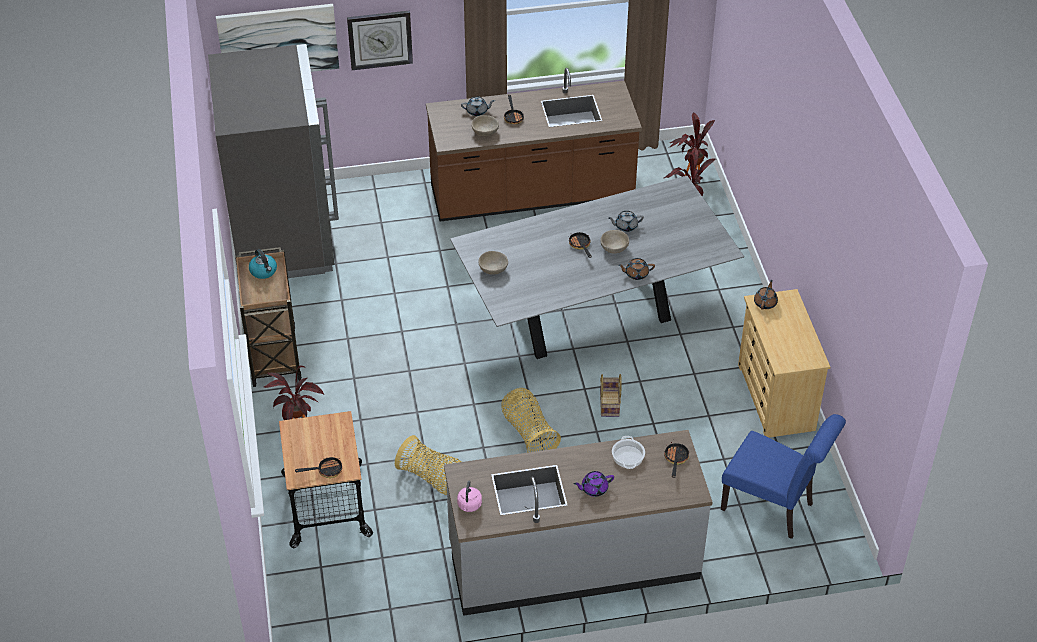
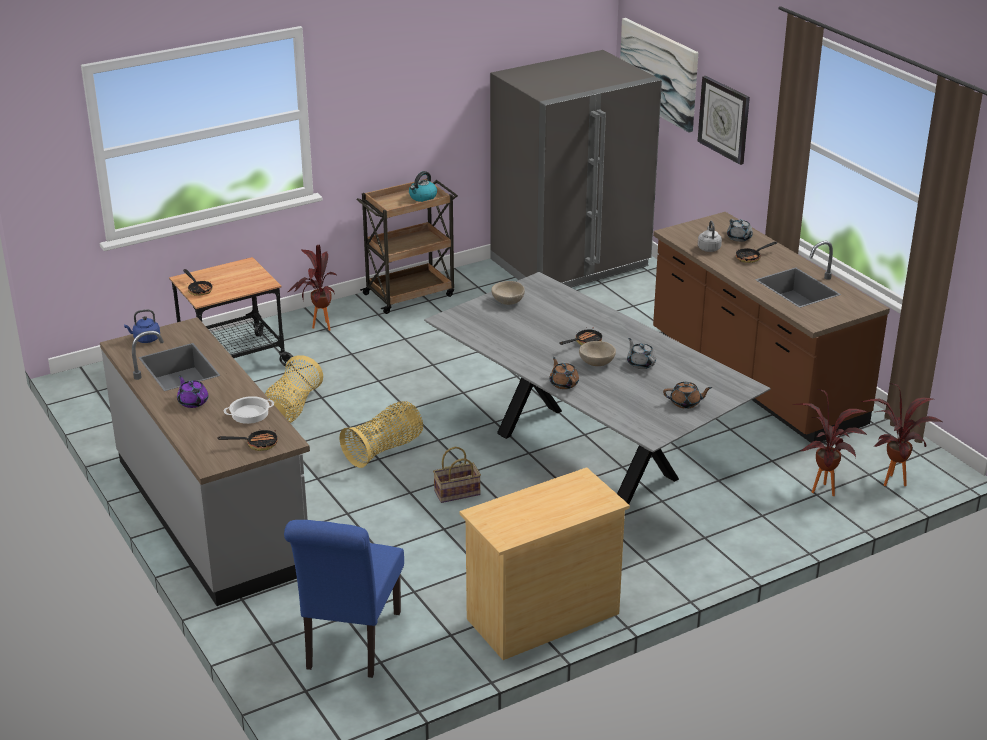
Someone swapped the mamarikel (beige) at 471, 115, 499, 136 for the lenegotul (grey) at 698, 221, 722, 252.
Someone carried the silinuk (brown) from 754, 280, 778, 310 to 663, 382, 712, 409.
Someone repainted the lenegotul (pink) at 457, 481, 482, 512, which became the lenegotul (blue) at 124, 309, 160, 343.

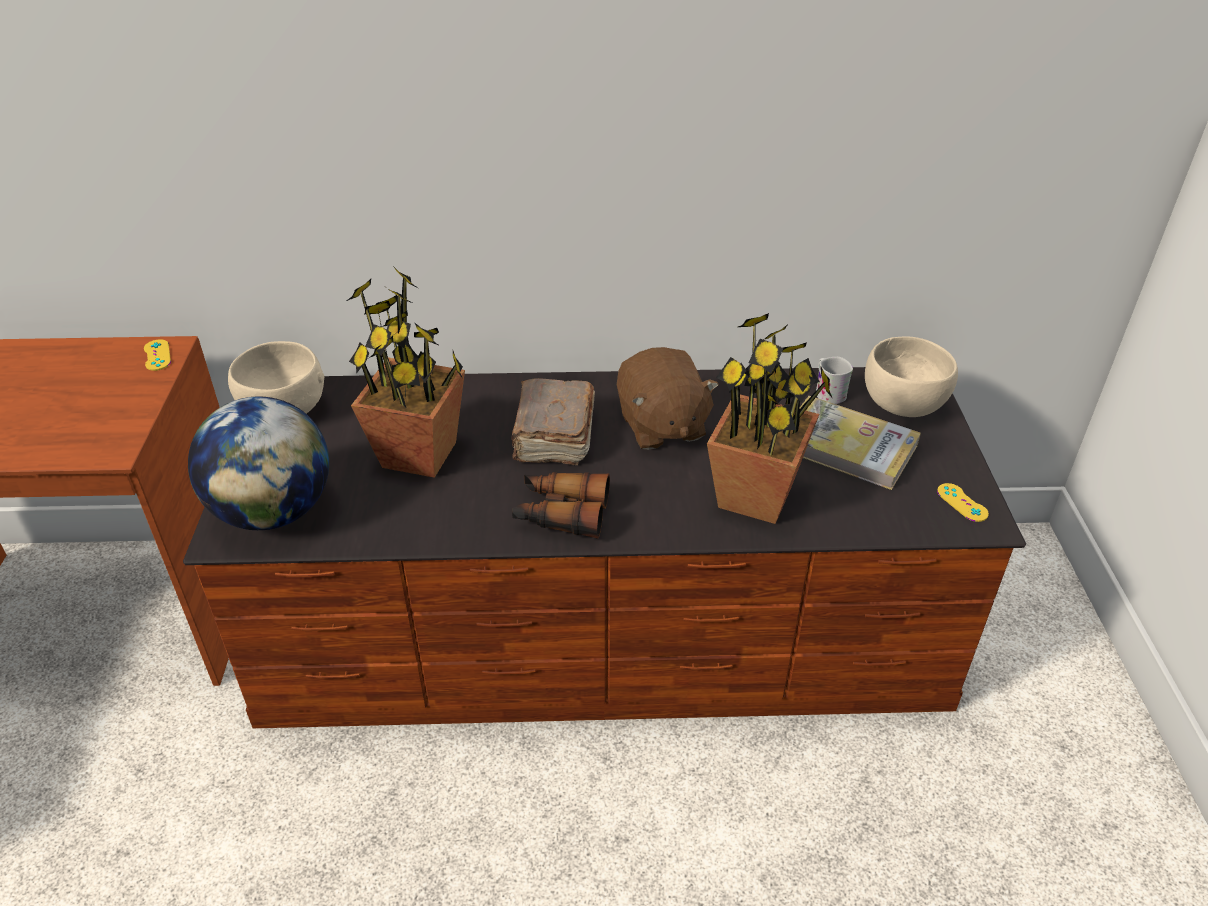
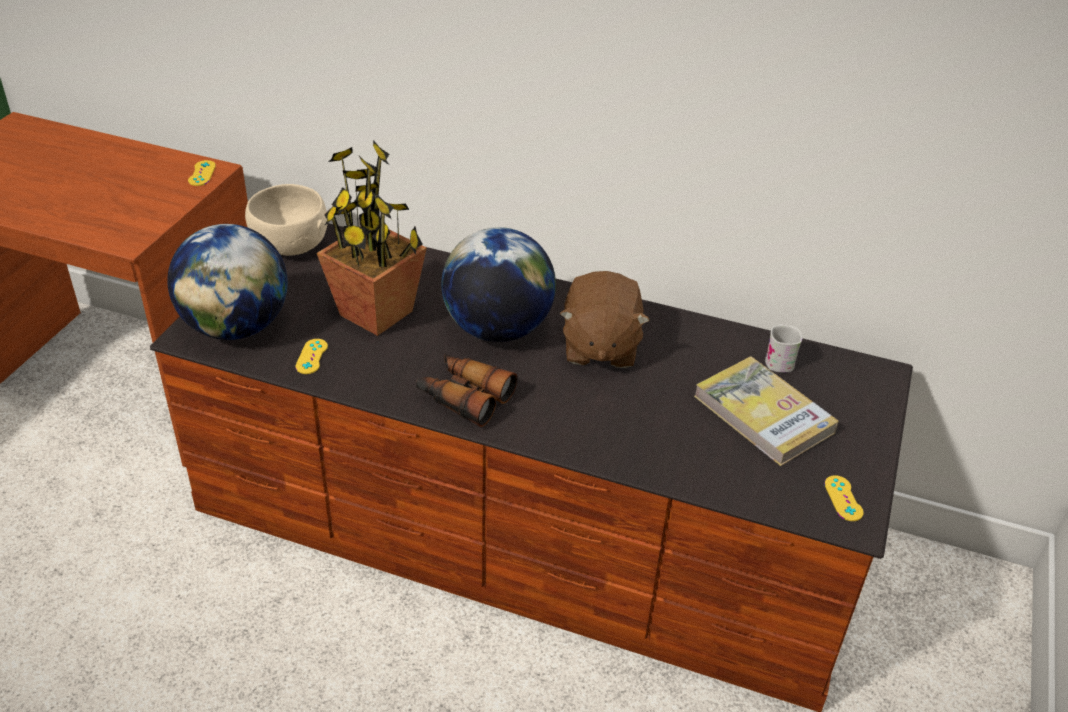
Someone took away the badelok at 707, 313, 833, 524.
Someone took away the mamarikel (beige) at 865, 337, 958, 417.
Someone swapped the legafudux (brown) at 512, 378, 595, 465 for the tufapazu at 441, 227, 556, 342.
Someone put down the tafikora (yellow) at 295, 339, 328, 374.

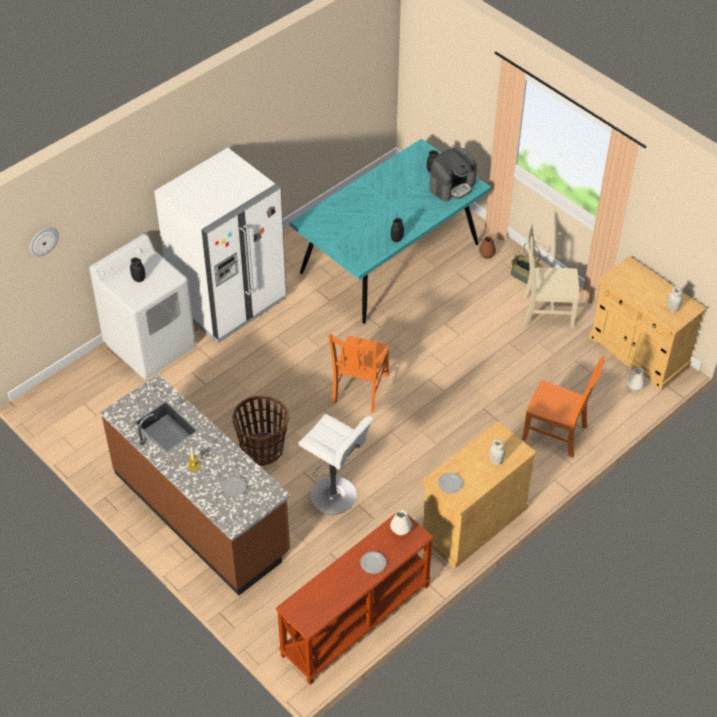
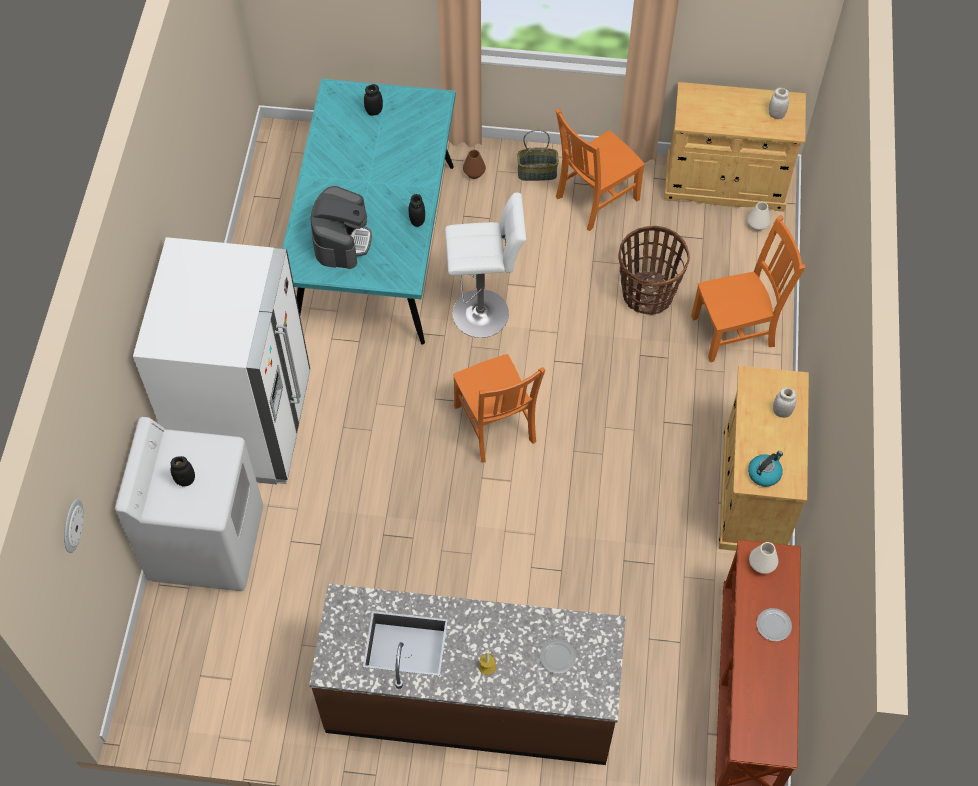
Someone carried the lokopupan from 429, 147, 477, 202 to 311, 186, 372, 269.
Someone repainted the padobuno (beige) at 522, 223, 579, 328, which became the padobuno (orange) at 556, 109, 645, 231.
Someone carried the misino from 232, 395, 289, 466 to 619, 226, 690, 315.
Someone carried the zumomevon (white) from 298, 414, 374, 515 to 445, 192, 526, 338.
Someone swapped the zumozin at 438, 473, 463, 493 for the lenegotul at 748, 451, 783, 487.

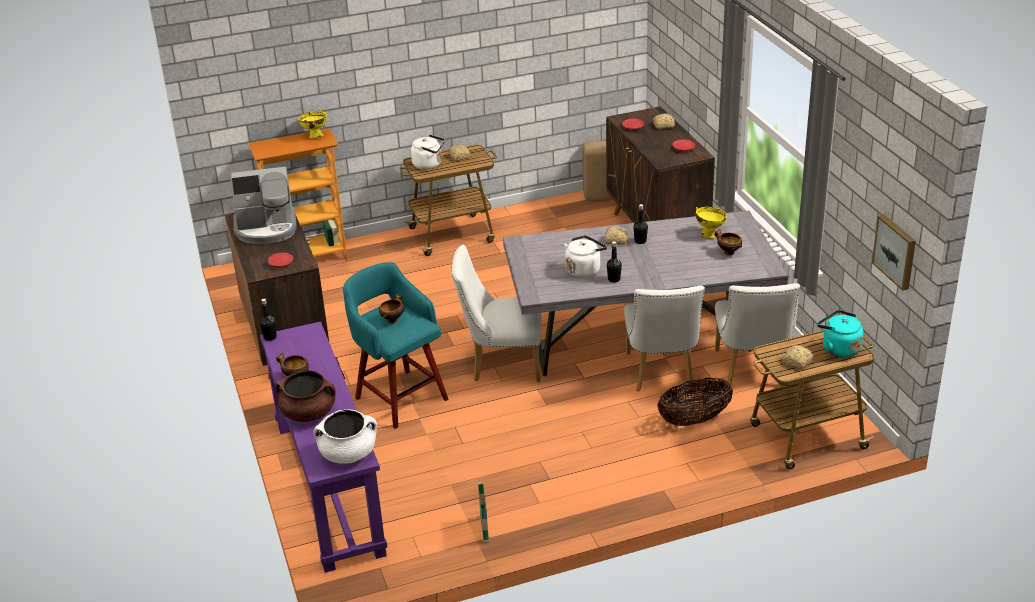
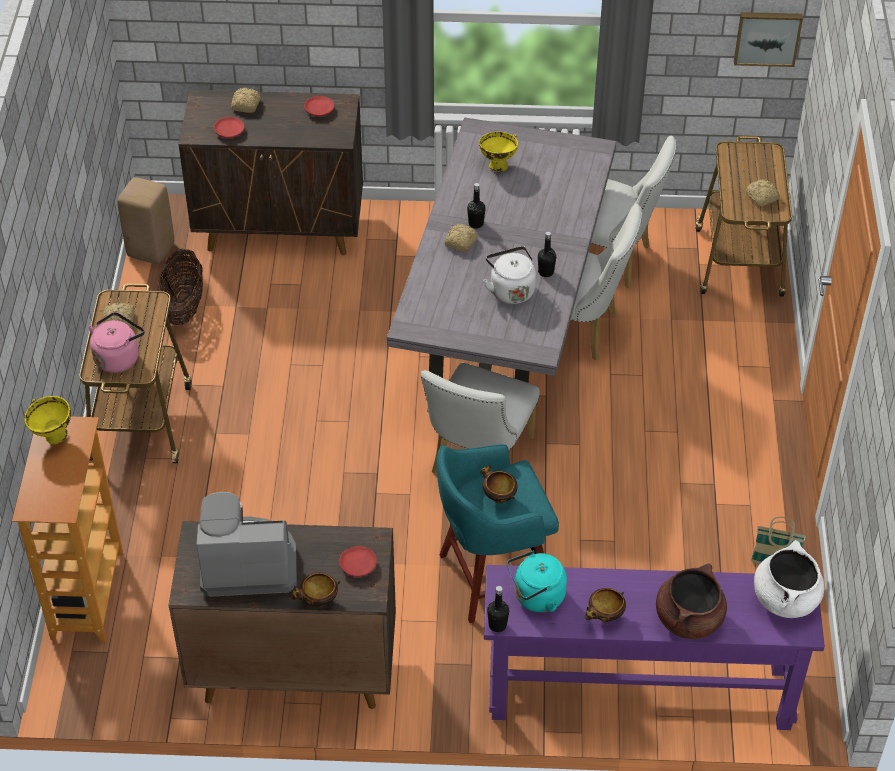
Someone repainted the lenegotul (white) at 411, 135, 445, 170, which became the lenegotul (pink) at 88, 312, 145, 373.
Someone rotated the lokopupan at 231, 167, 297, 244 by 105 degrees counterclockwise.
Someone carried the mamarikel from 714, 229, 742, 256 to 291, 573, 341, 607.
Someone carried the lenegotul (turquoise) from 817, 310, 863, 358 to 507, 551, 567, 612.
Someone carried the misino from 657, 378, 733, 426 to 158, 249, 203, 325.

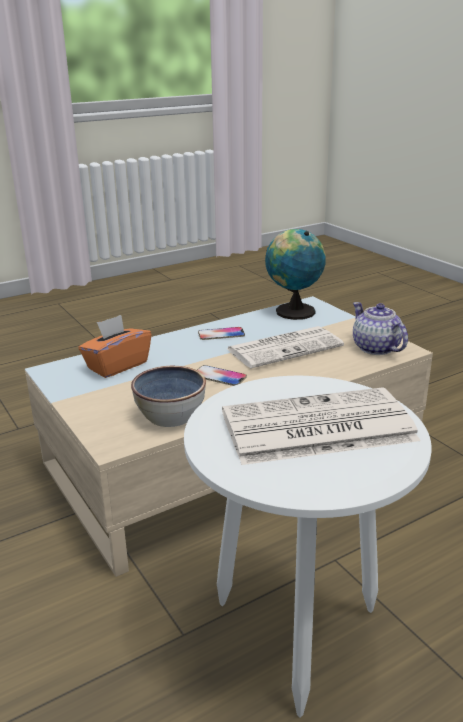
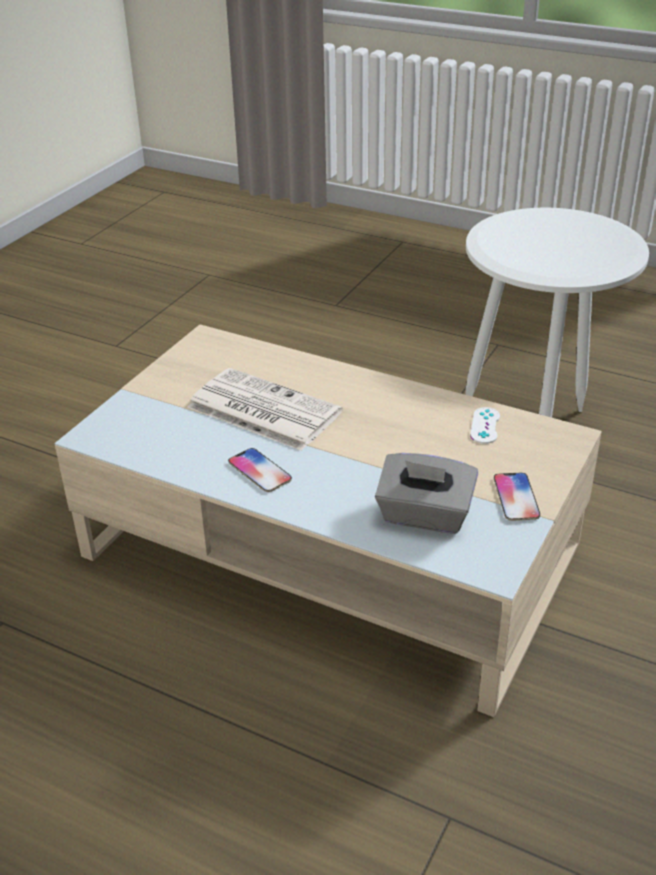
Someone took away the tufapazu at 265, 229, 326, 320.
Someone took away the silinuk at 353, 302, 408, 355.
Someone repainted the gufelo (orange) at 78, 315, 152, 378, which became the gufelo (grey) at 375, 453, 478, 534.
Someone carried the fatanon from 197, 365, 247, 386 to 494, 473, 540, 521.
Someone swapped the mamarikel at 131, 366, 206, 427 for the tafikora (white) at 470, 407, 500, 444.
Someone took away the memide at 222, 387, 420, 465.

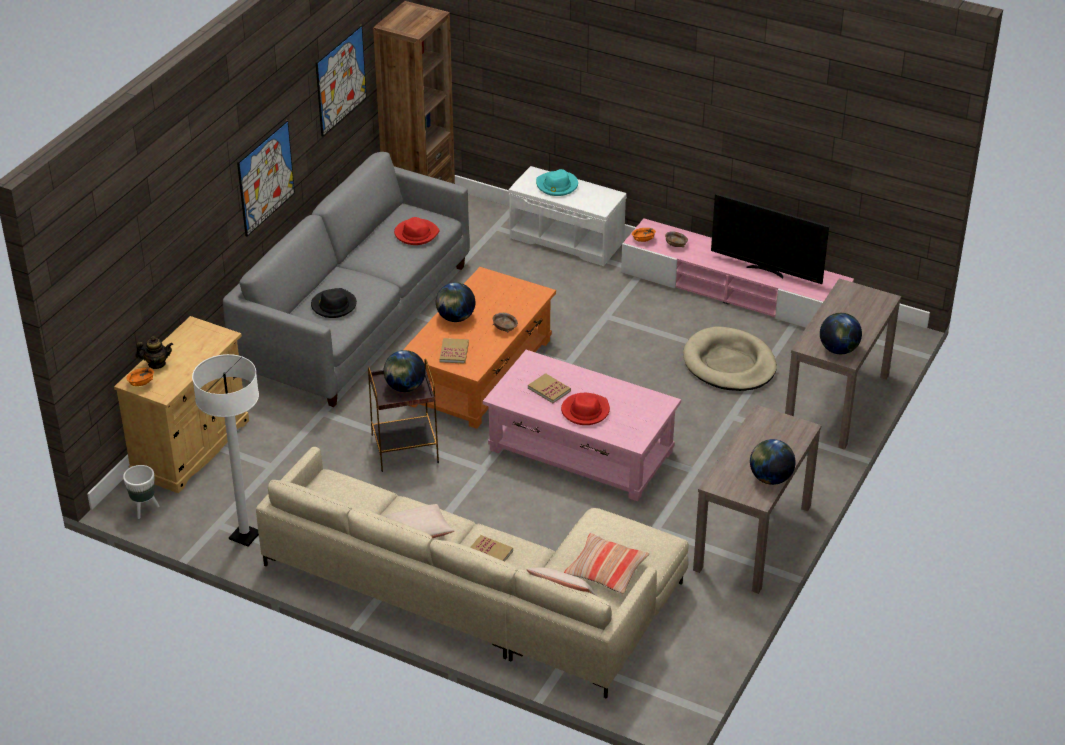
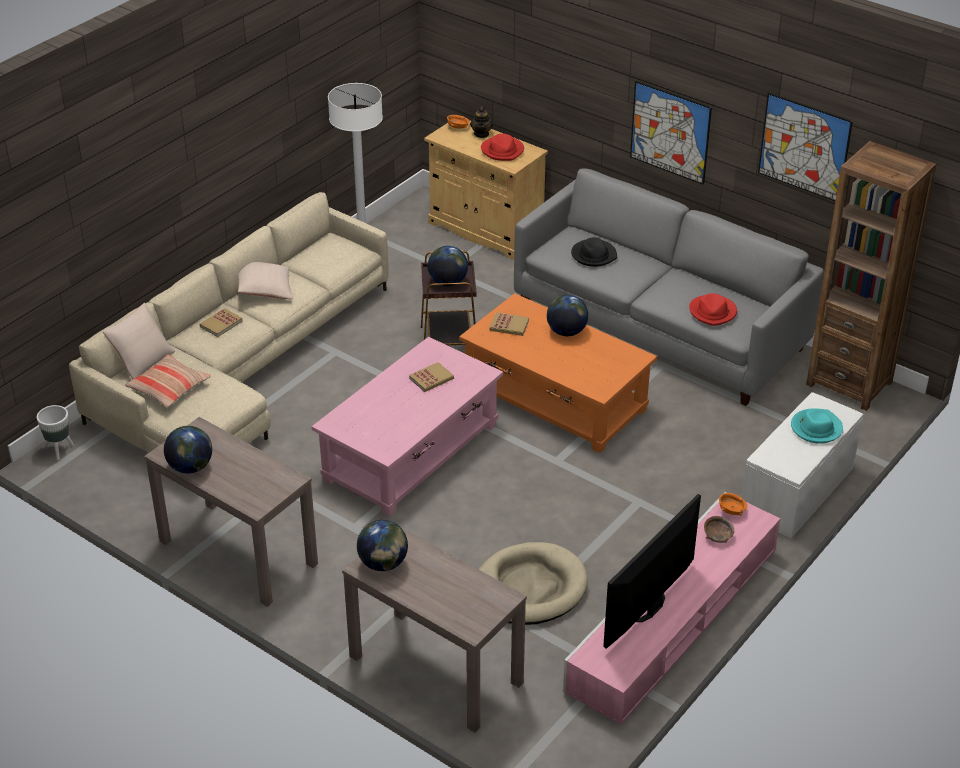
Someone took away the mamarikel (brown) at 493, 313, 518, 332.
Someone carried the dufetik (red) from 561, 393, 610, 425 to 481, 134, 524, 161.
Someone carried the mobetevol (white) from 123, 465, 159, 519 to 37, 405, 74, 460.

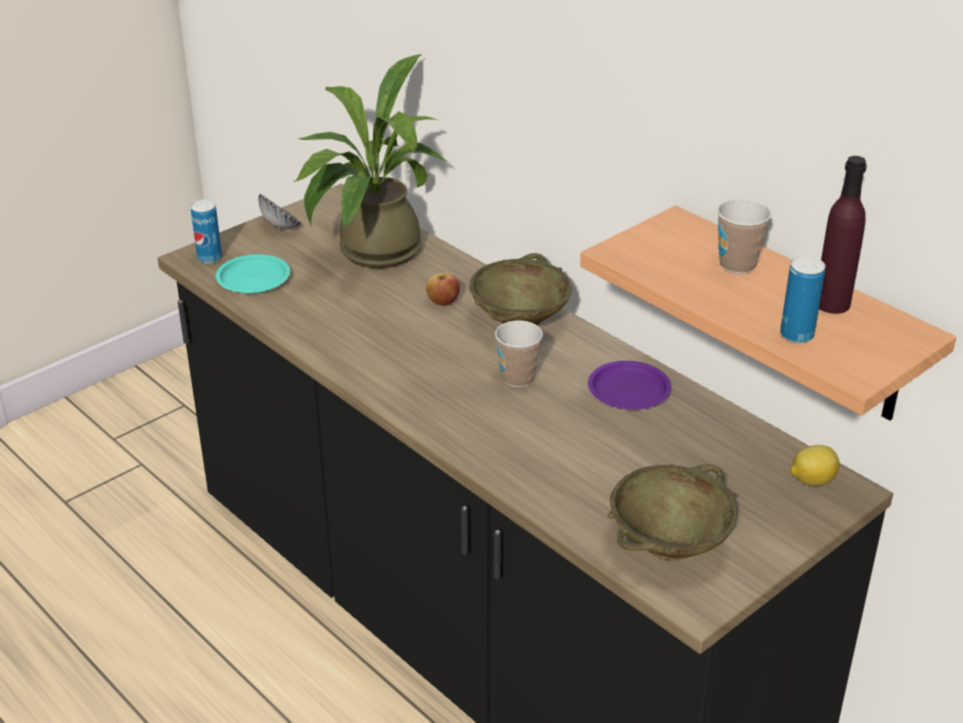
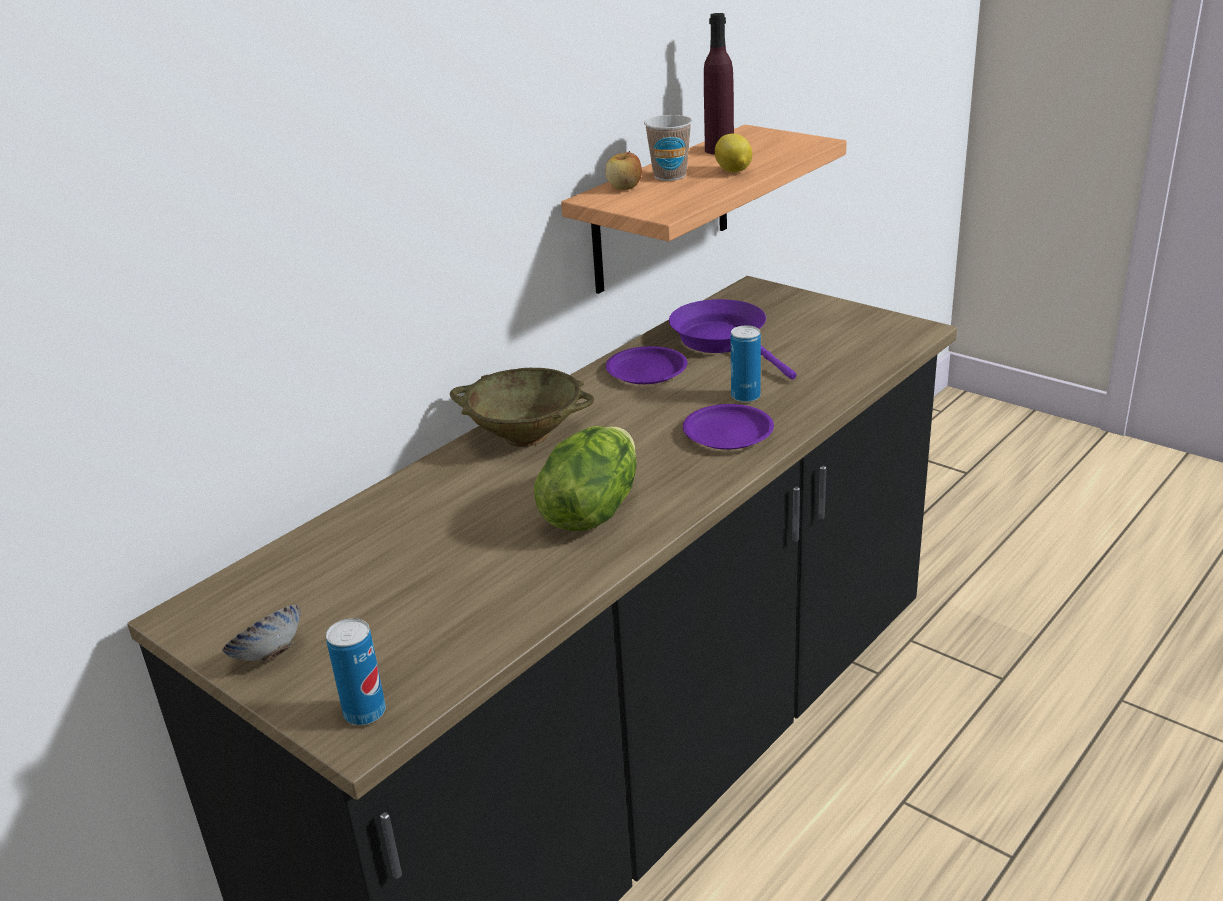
Someone took away the badelok at 293, 54, 447, 268.
Someone took away the zumozin (turquoise) at 216, 254, 290, 294.
Someone carried the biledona from 780, 256, 825, 343 to 731, 326, 761, 402.
Someone carried the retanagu from 426, 273, 460, 306 to 605, 151, 642, 190.
Someone took away the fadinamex at 495, 320, 543, 387.
Someone carried the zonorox from 790, 445, 840, 486 to 715, 133, 752, 173.
Someone took away the mamarikel (beige) at 608, 464, 737, 561.
Someone put down the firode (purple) at 669, 299, 796, 380.
Someone put down the zumozin (purple) at 683, 404, 774, 450.
Someone put down the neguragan at 534, 426, 637, 531.

